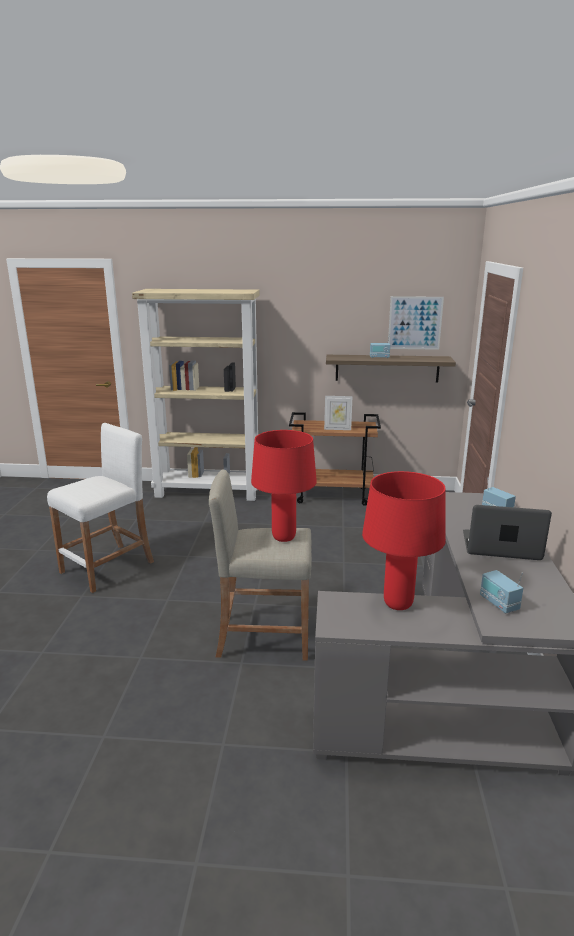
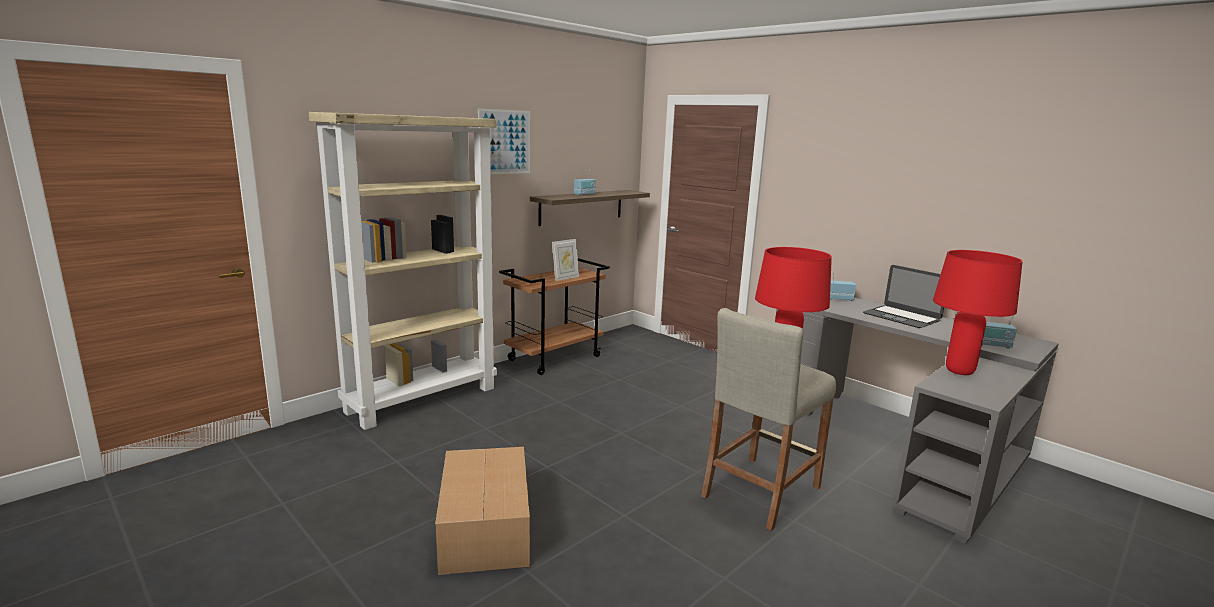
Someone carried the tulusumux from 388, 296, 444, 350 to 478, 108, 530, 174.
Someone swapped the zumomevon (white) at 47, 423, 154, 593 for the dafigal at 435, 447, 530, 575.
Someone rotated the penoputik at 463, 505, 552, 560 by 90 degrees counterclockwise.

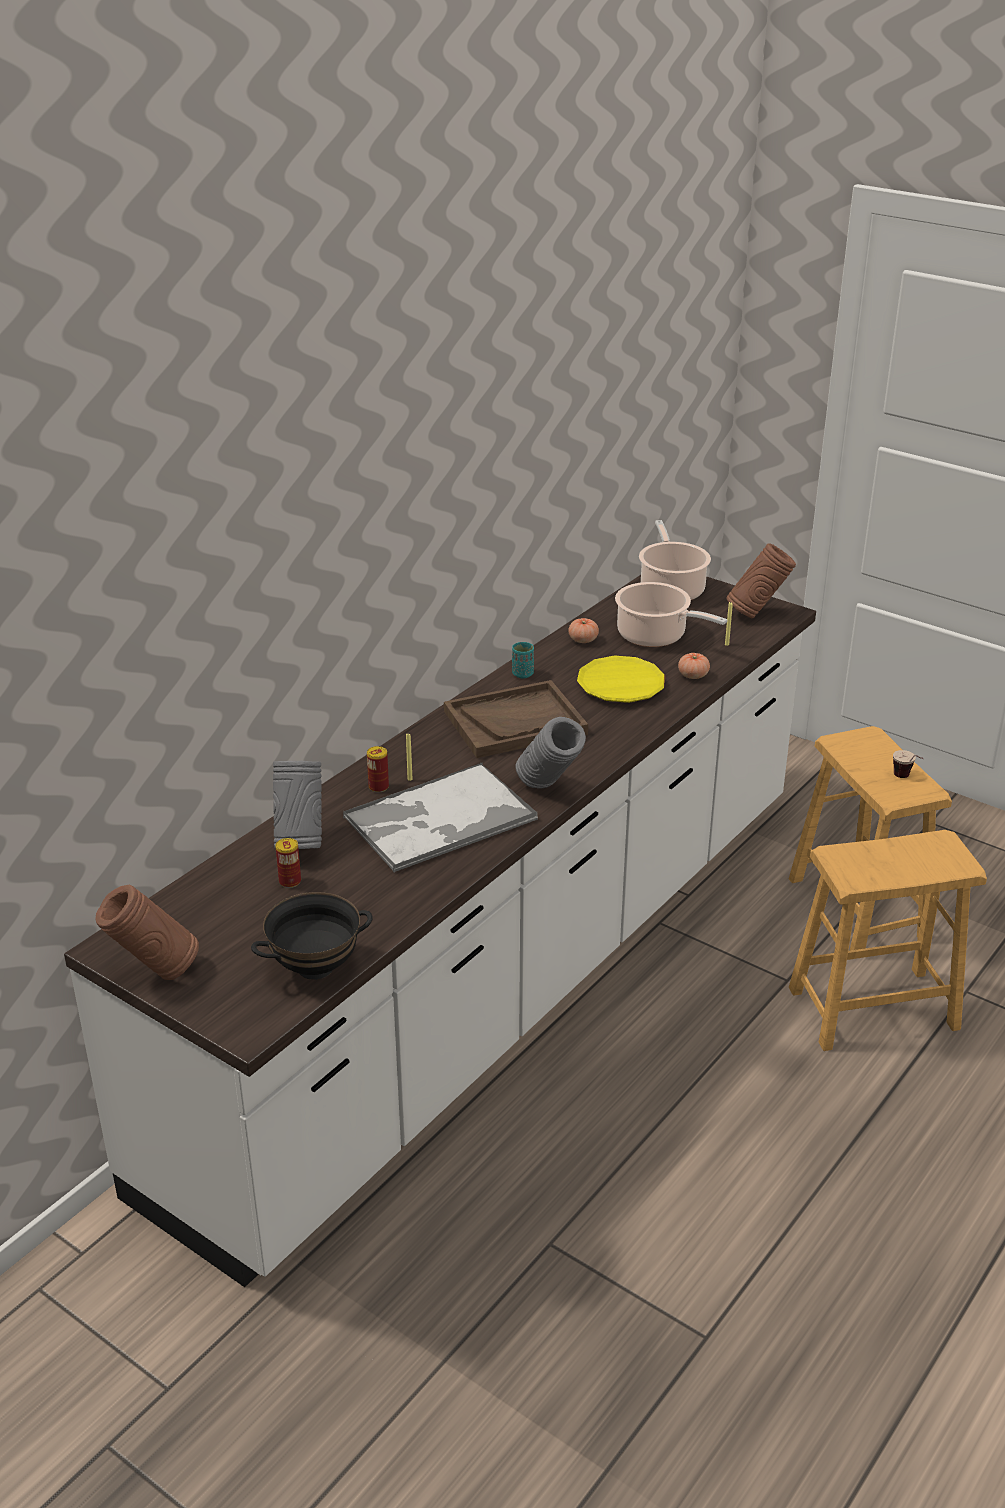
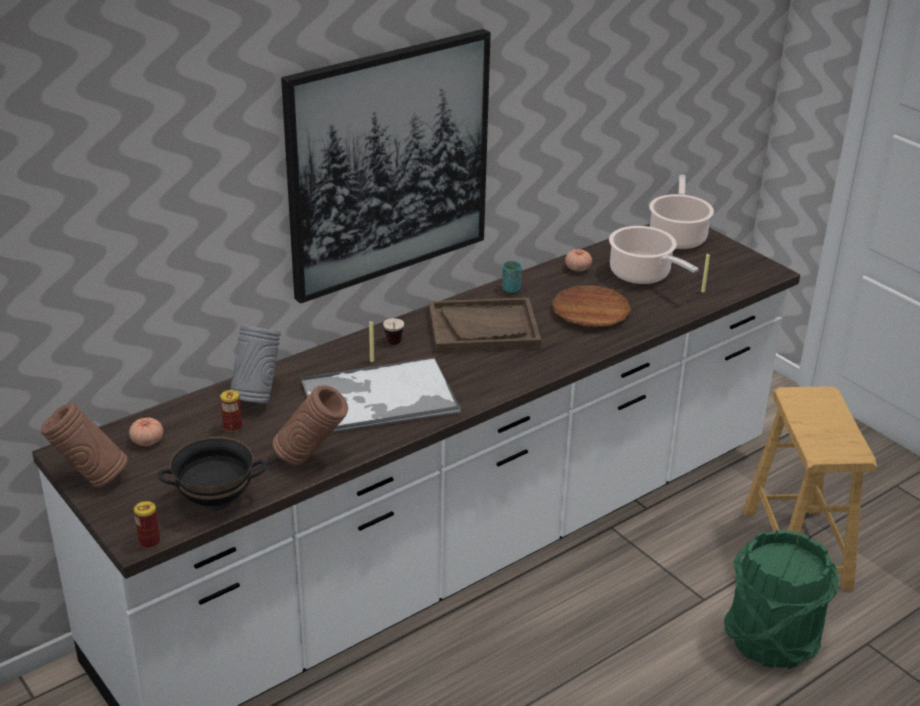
Someone carried the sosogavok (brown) from 726, 543, 796, 618 to 272, 385, 348, 466.
Someone carried the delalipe from 678, 653, 710, 679 to 129, 417, 163, 446.
Someone repainted the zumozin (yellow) at 577, 655, 666, 703, which became the zumozin (brown) at 552, 285, 631, 327.
Someone took away the sosogavok (grey) at 516, 717, 586, 789.
Someone carried the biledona from 367, 746, 389, 792 to 134, 501, 160, 548.
Someone carried the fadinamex from 893, 750, 924, 778 to 383, 318, 404, 345.
Someone swapped the zumomevon (brown) at 789, 830, 987, 1051 for the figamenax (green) at 724, 530, 839, 669.
Someone put up the tulusumux at 281, 29, 491, 304.

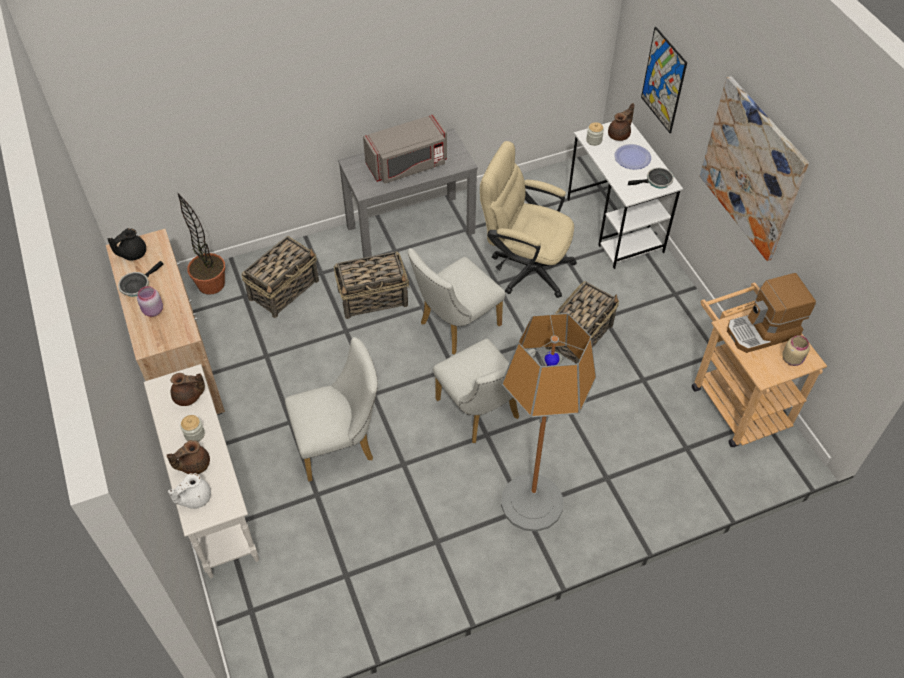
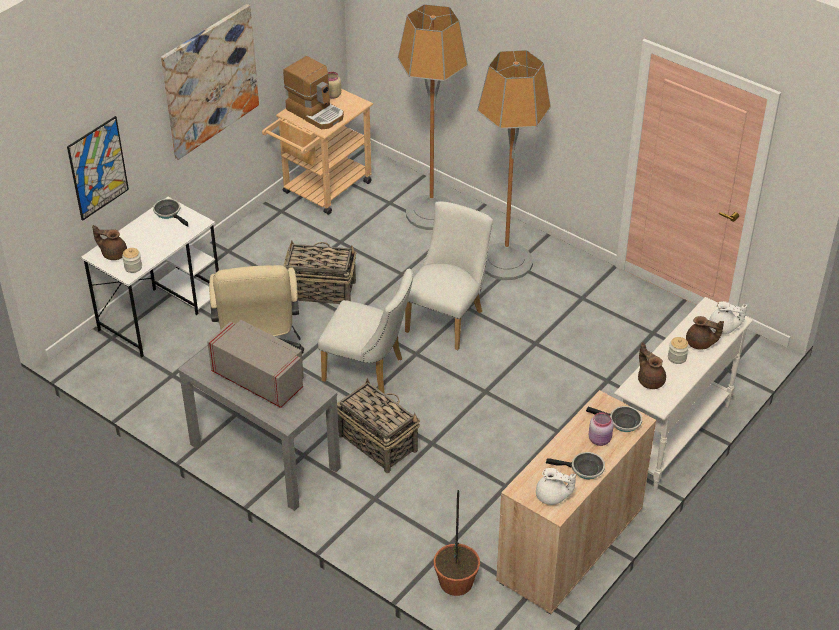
Someone took away the zumozin at 615, 144, 651, 170.
Someone repainted the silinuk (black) at 107, 228, 146, 261, which became the silinuk (white) at 536, 468, 576, 505.
Someone took away the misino at 241, 236, 319, 318.
Someone took away the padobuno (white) at 285, 337, 378, 482.
Someone put down the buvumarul at 398, 4, 468, 230.
Someone put down the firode at 586, 406, 642, 432.

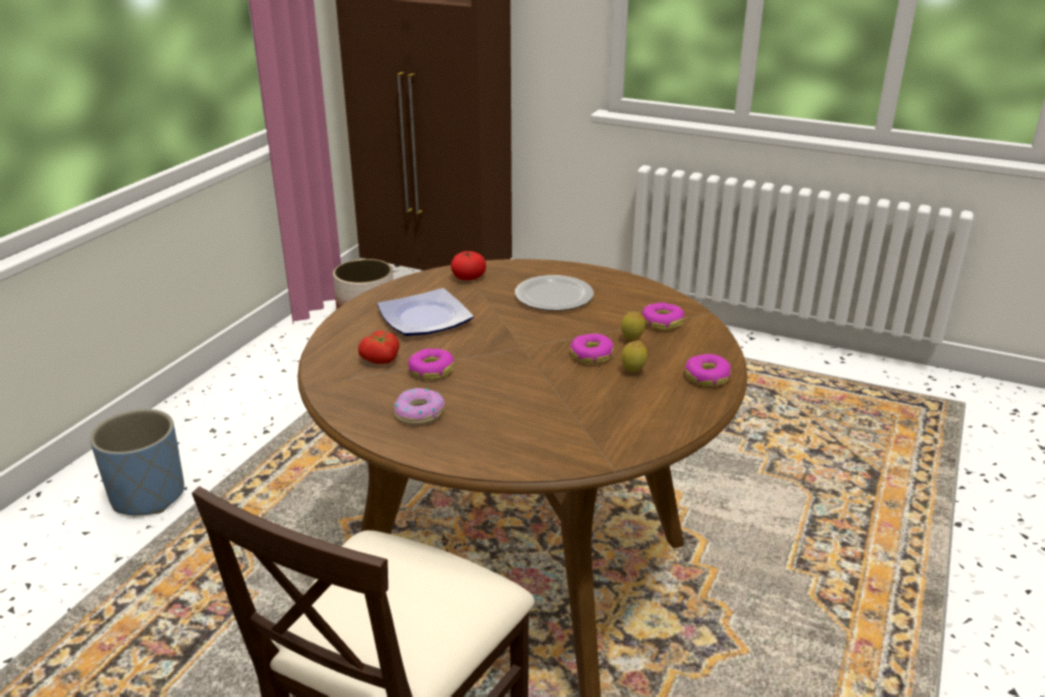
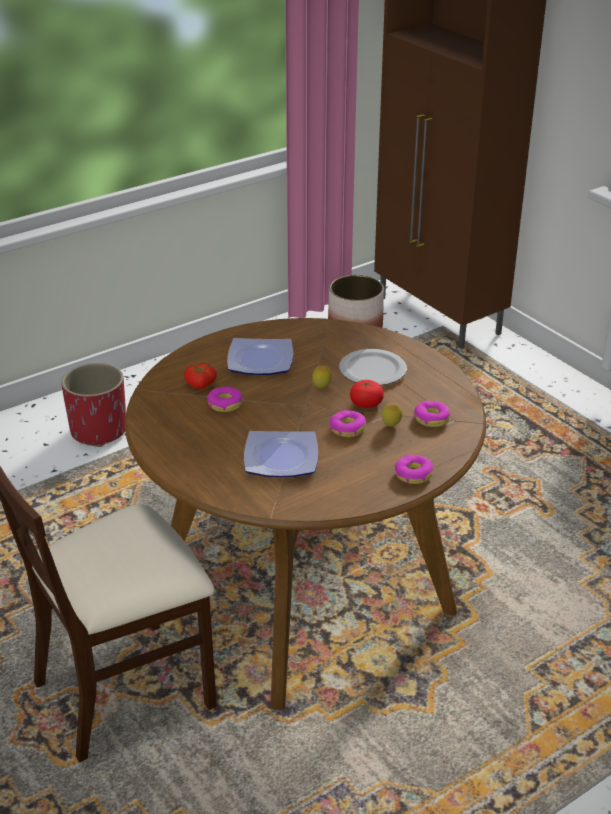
Someone carried the delalipe from 451, 251, 486, 280 to 350, 380, 384, 408.
Someone carried the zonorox from 621, 340, 647, 373 to 312, 366, 332, 389.
Someone took away the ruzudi at 394, 388, 445, 425.
Someone repainted the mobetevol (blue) at 90, 409, 184, 516, which became the mobetevol (red) at 61, 363, 126, 447.
Someone put down the zumozin at 244, 431, 318, 477.

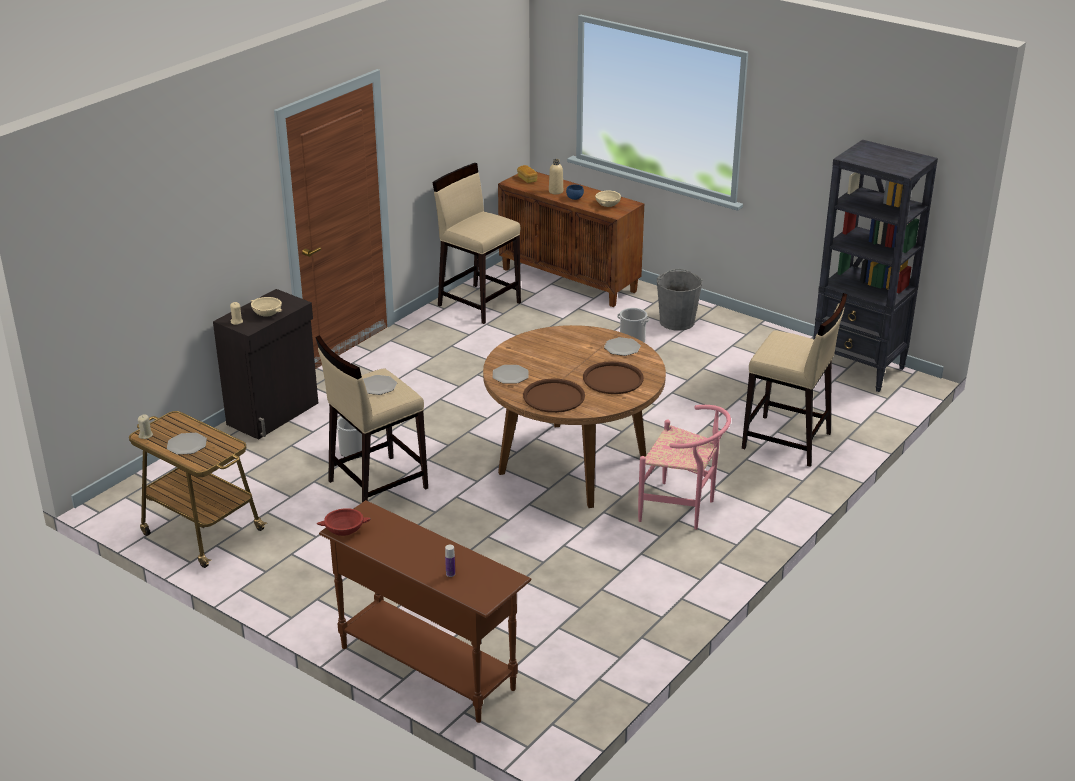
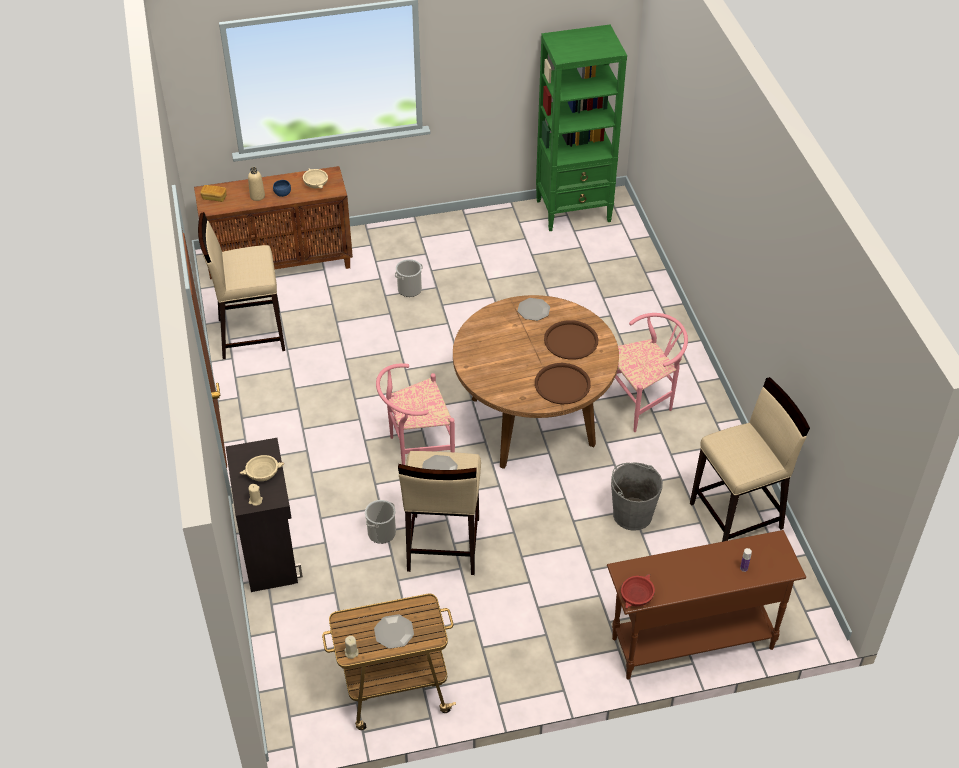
Someone repainted the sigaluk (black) at 813, 139, 938, 392, which became the sigaluk (green) at 536, 25, 627, 231.
Someone carried the figamenax (grey) from 657, 269, 702, 331 to 611, 462, 663, 531.
Someone carried the zumomevon (beige) from 742, 293, 847, 467 to 690, 377, 810, 542.
Someone took away the zumozin at 493, 365, 529, 384.
Someone put down the padobuno (pink) at 376, 363, 455, 465.

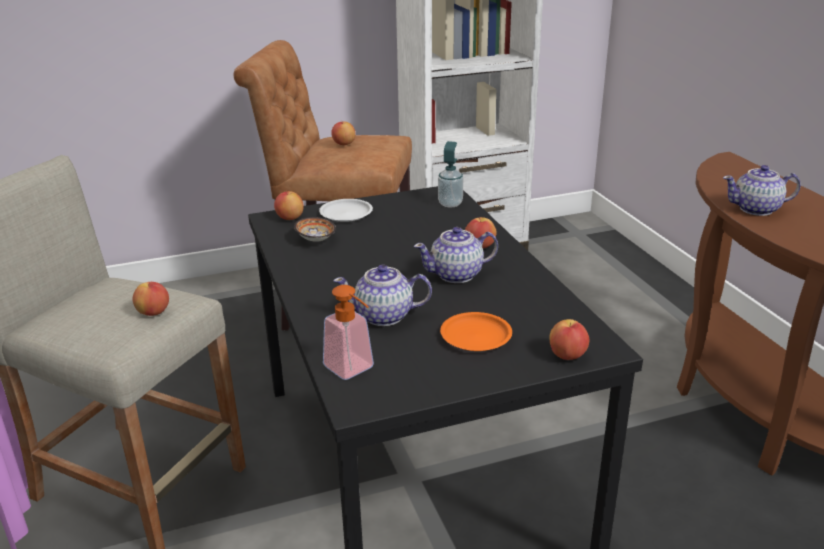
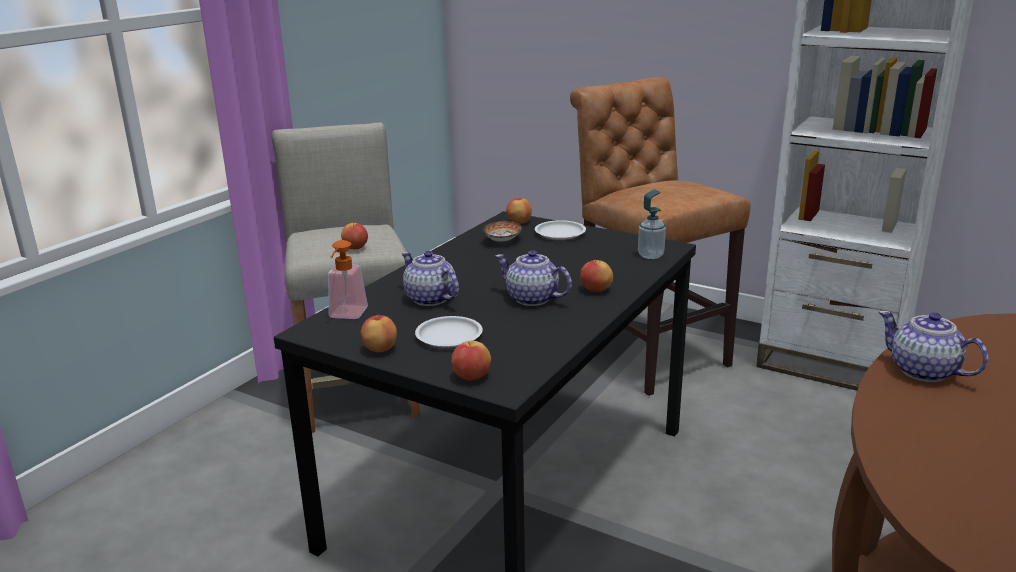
Someone carried the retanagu from 331, 121, 356, 145 to 360, 315, 397, 352.
Someone repainted the zumozin (orange) at 440, 312, 512, 351, which became the zumozin (white) at 415, 316, 483, 348.

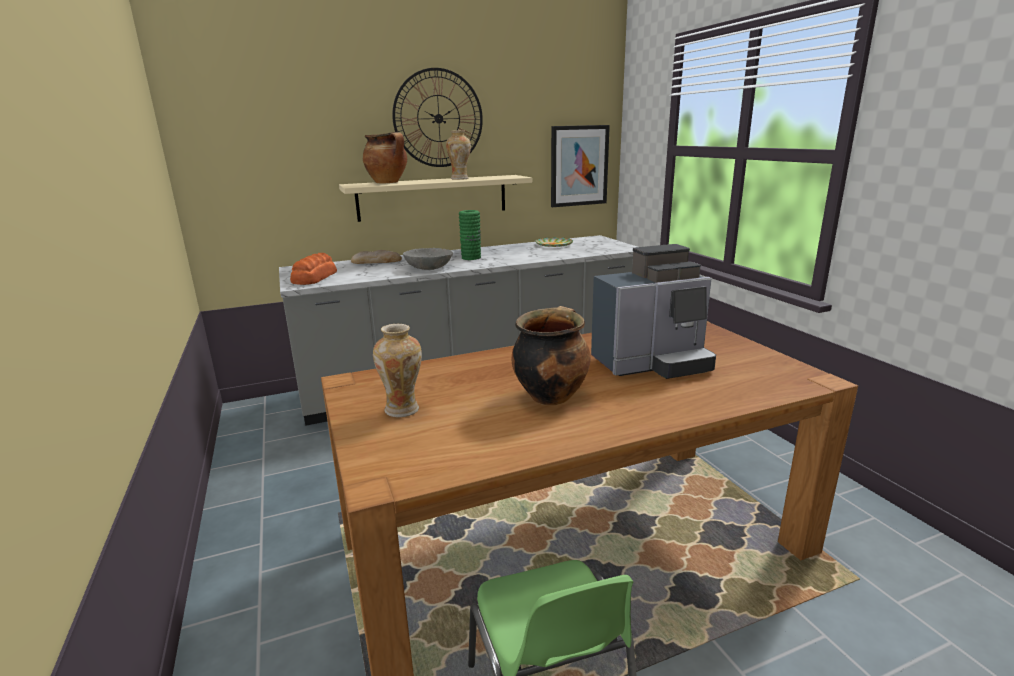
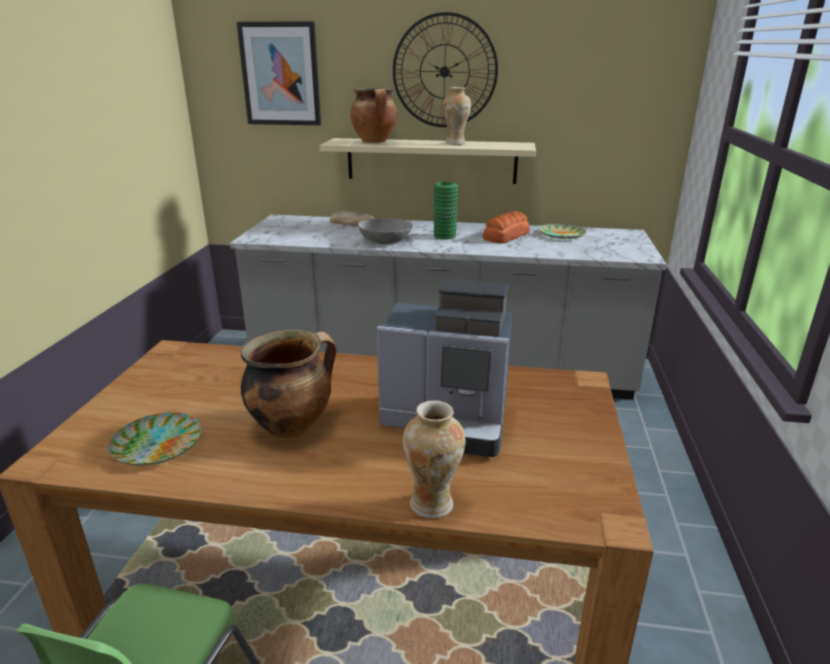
Someone carried the tulusumux from 551, 125, 610, 207 to 237, 21, 321, 125.
Someone carried the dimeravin from 290, 253, 337, 285 to 483, 211, 530, 243.
Someone carried the sosogavok from 373, 324, 422, 417 to 403, 400, 466, 519.
Someone put down the zumozin at 108, 412, 202, 466.

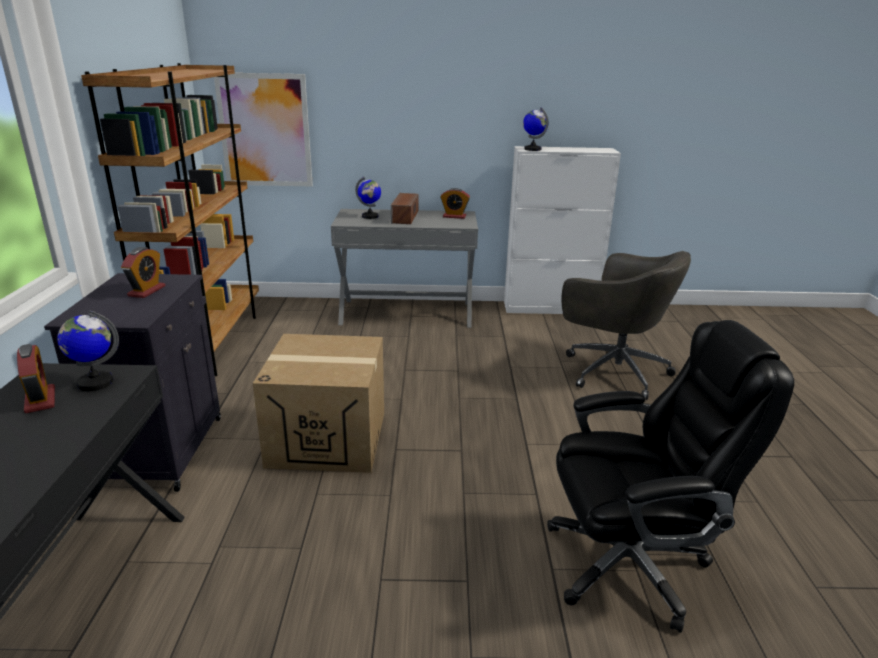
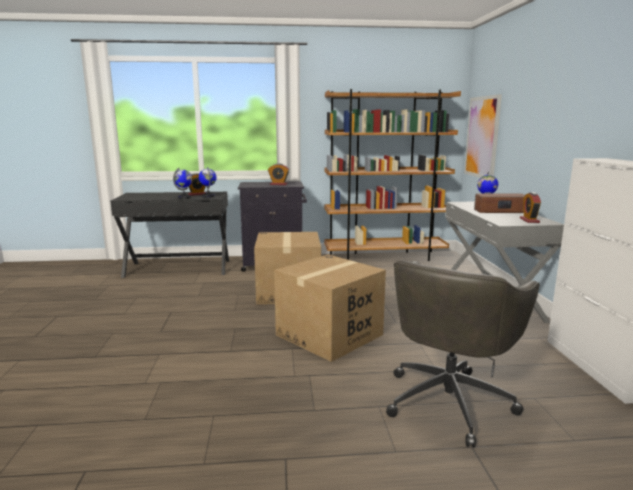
Someone carried the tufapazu from 523, 107, 548, 151 to 173, 168, 192, 199.
Someone took away the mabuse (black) at 547, 320, 794, 633.
Someone put down the dafigal at 274, 254, 386, 362.

